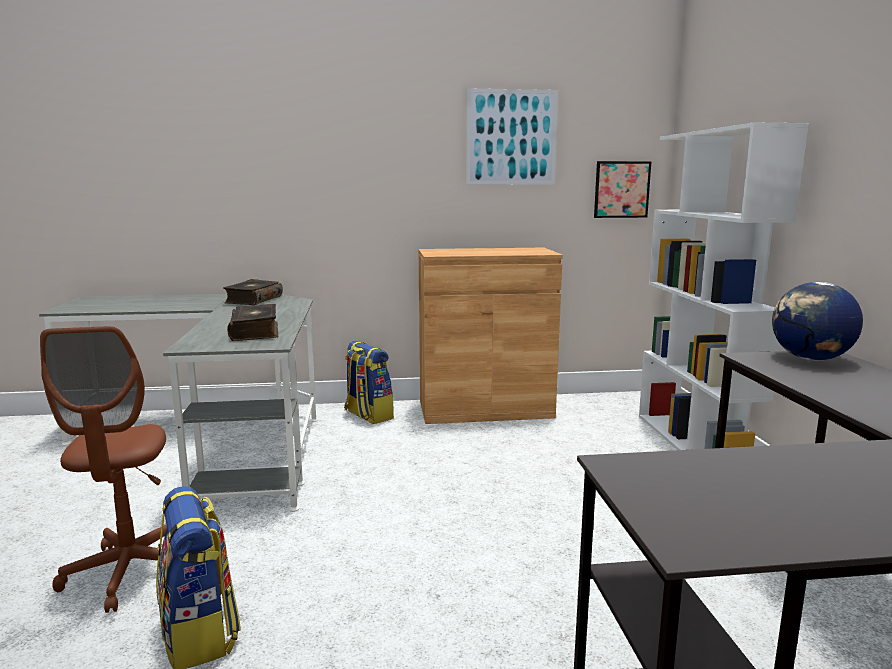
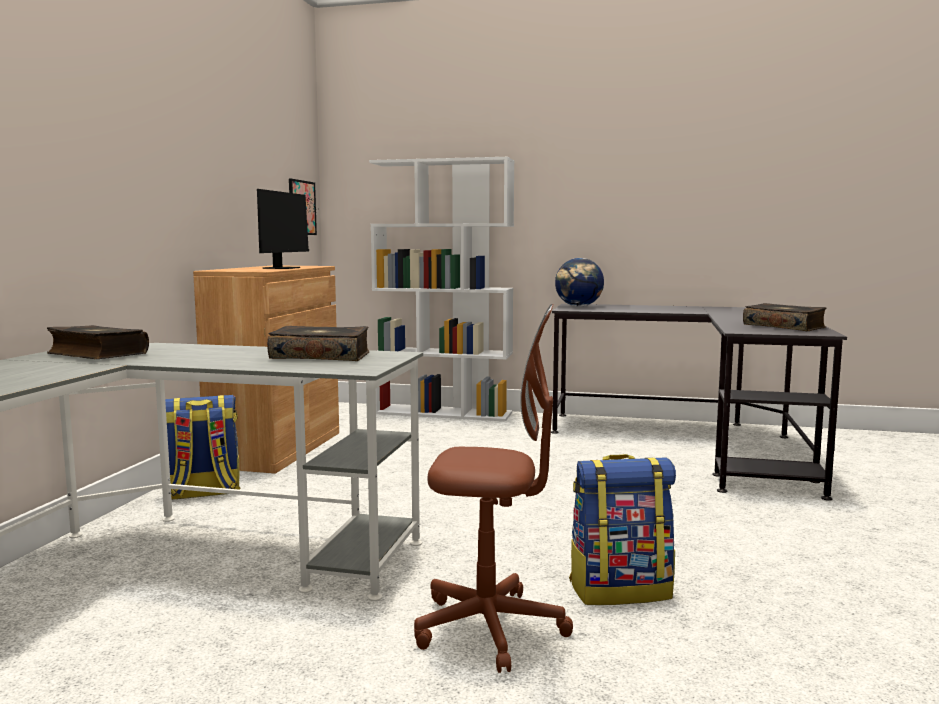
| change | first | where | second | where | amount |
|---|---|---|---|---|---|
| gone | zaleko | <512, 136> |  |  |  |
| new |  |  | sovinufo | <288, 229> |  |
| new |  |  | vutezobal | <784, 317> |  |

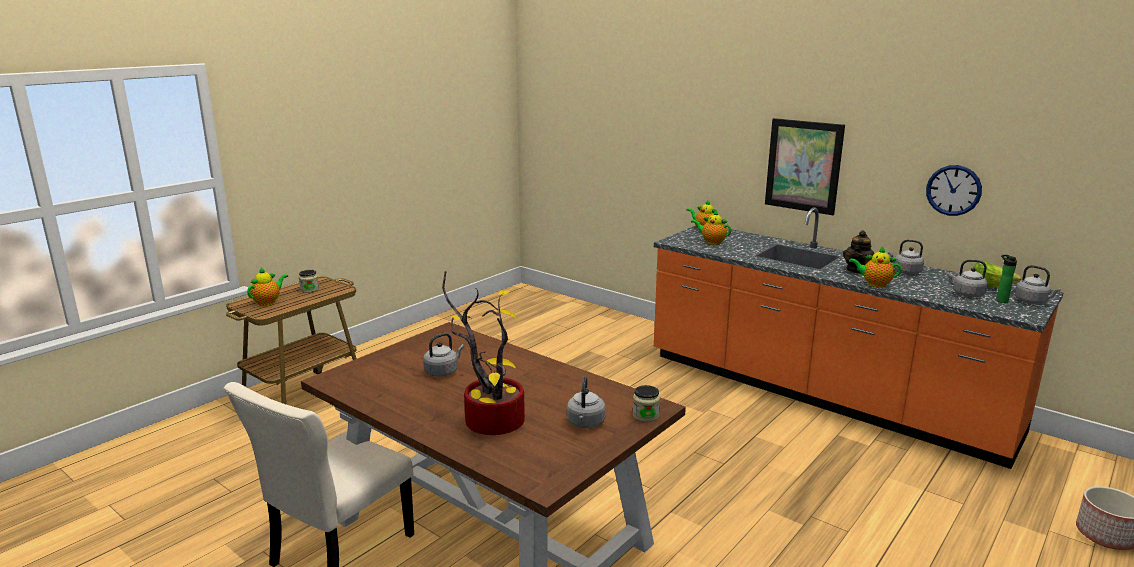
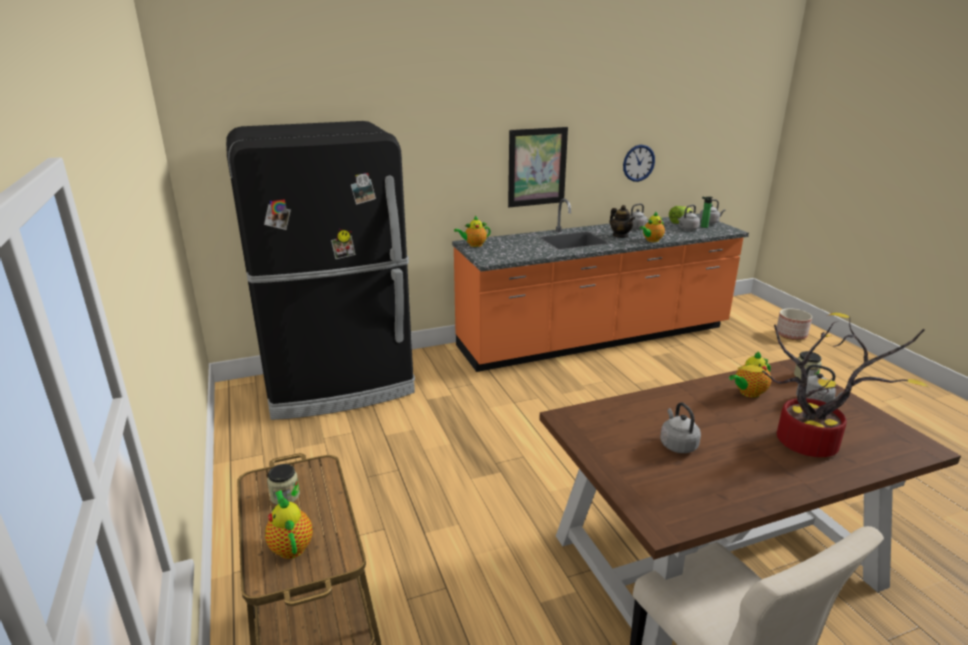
| change | first | where | second | where | amount |
|---|---|---|---|---|---|
| shifted | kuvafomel | <711, 227> |  | <750, 375> |  |
| new |  |  | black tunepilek | <320, 270> |  |

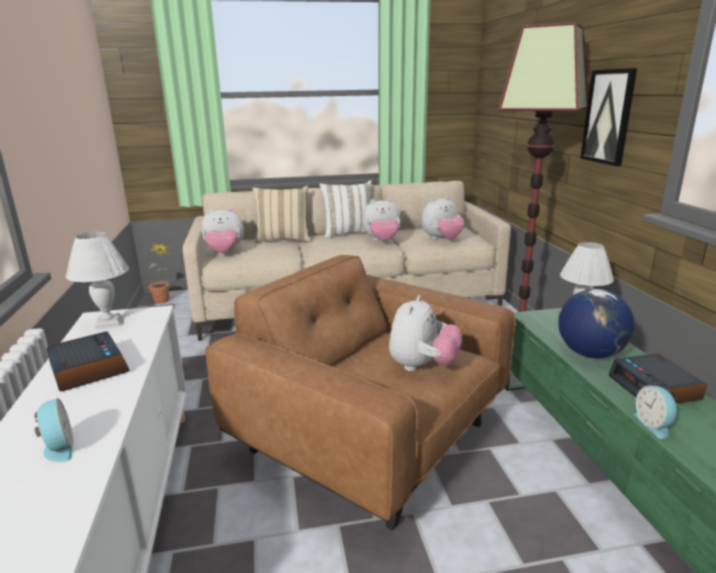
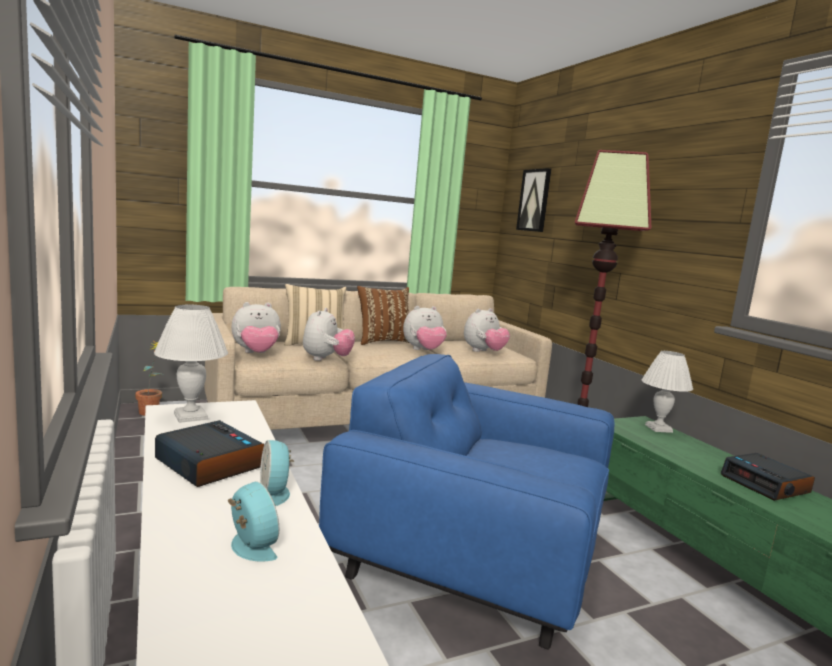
| change | first | where | second | where | amount |
|---|---|---|---|---|---|
| shifted | zaleko | <608, 117> |  | <533, 200> |  |
| repainted | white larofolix | <345, 209> | brown larofolix | <383, 315> |  |
| repainted | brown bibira | <360, 392> | blue bibira | <466, 501> |  |
| gone | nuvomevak | <596, 323> |  |  |  |
| shifted | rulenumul | <425, 333> |  | <329, 334> |  |
| shifted | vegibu | <656, 412> |  | <277, 473> |  |

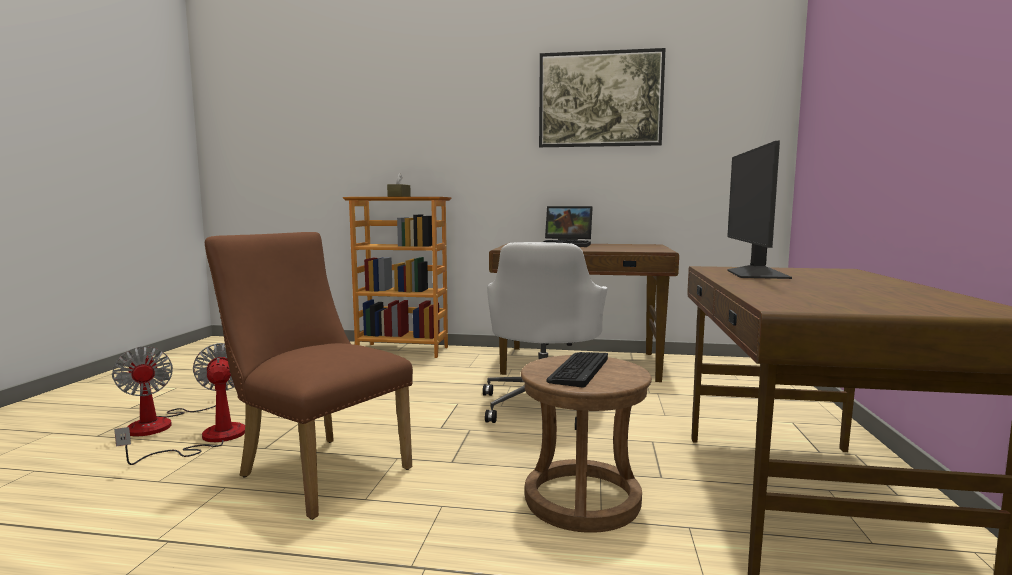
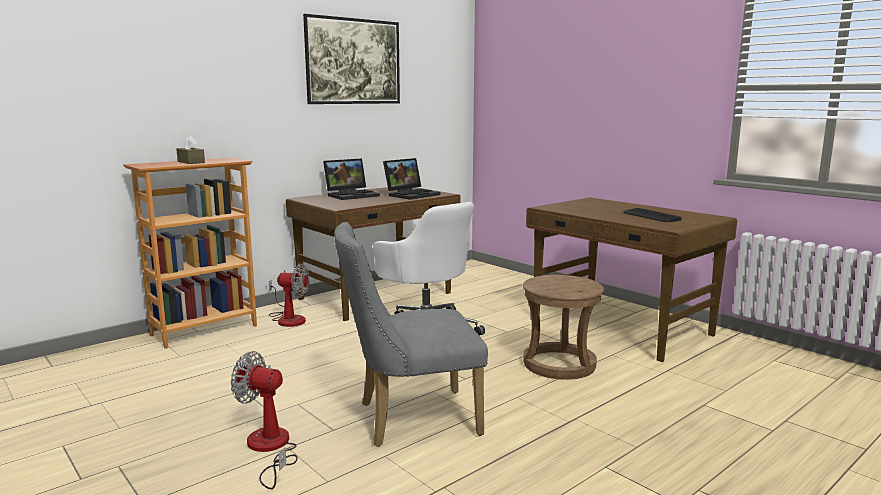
| change | first | where | second | where | amount |
|---|---|---|---|---|---|
| gone | sovinufo | <759, 210> |  |  |  |
| repainted | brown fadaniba | <309, 376> | grey fadaniba | <411, 334> |  |
| shifted | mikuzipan | <164, 391> |  | <289, 295> |  |
| shifted | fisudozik | <577, 370> |  | <652, 215> |  |
| new |  |  | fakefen | <412, 179> |  |

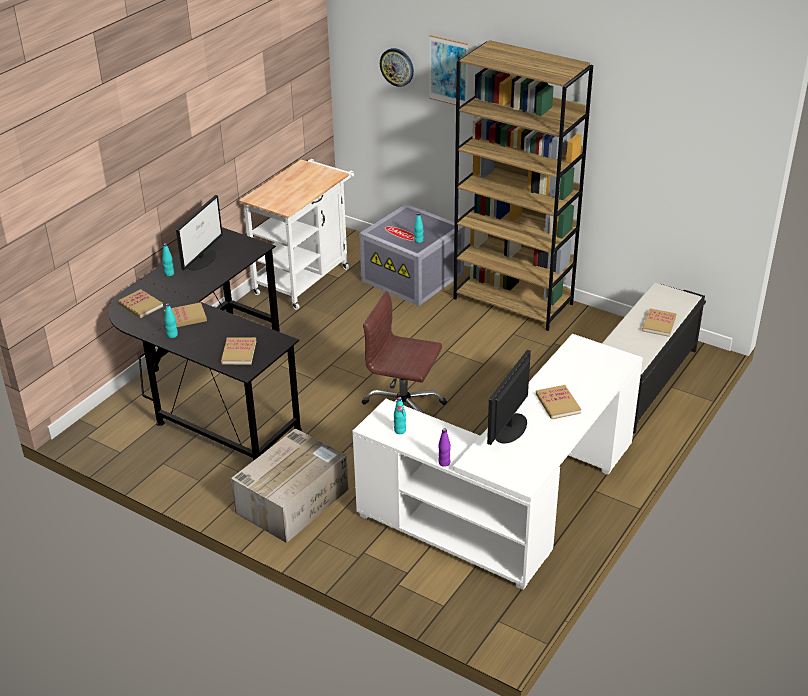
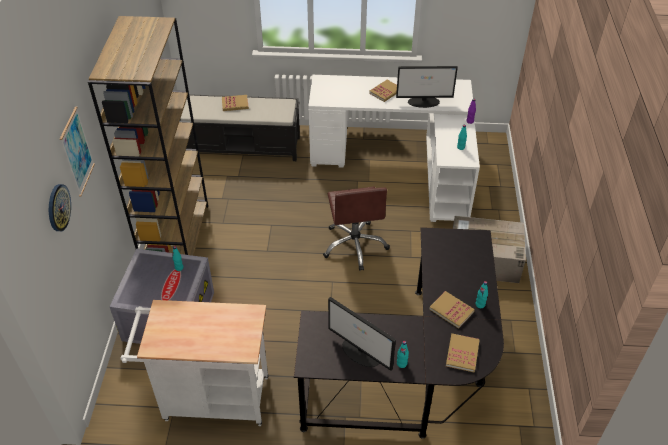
| change | first | where | second | where | amount |
|---|---|---|---|---|---|
| rotated | sovinufo | <199, 232> |  | <362, 334> | 135 degrees counterclockwise |
| gone | vutezobal | <239, 351> |  |  |  |

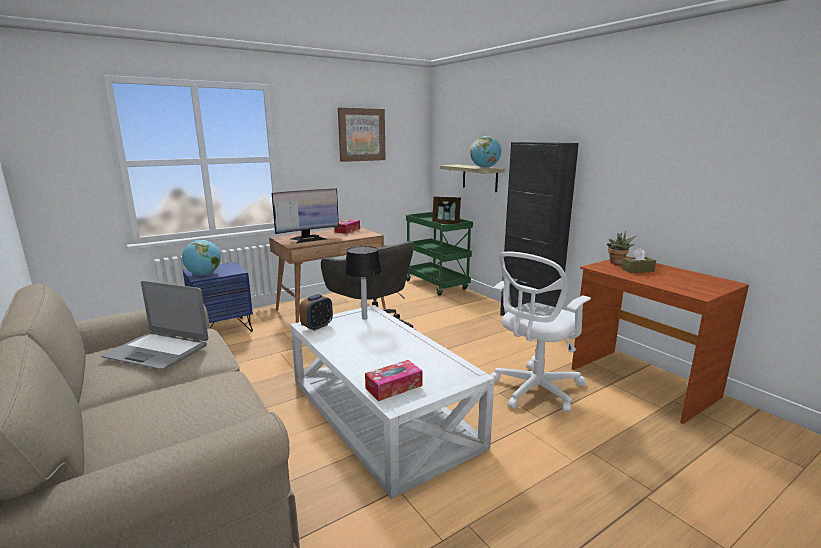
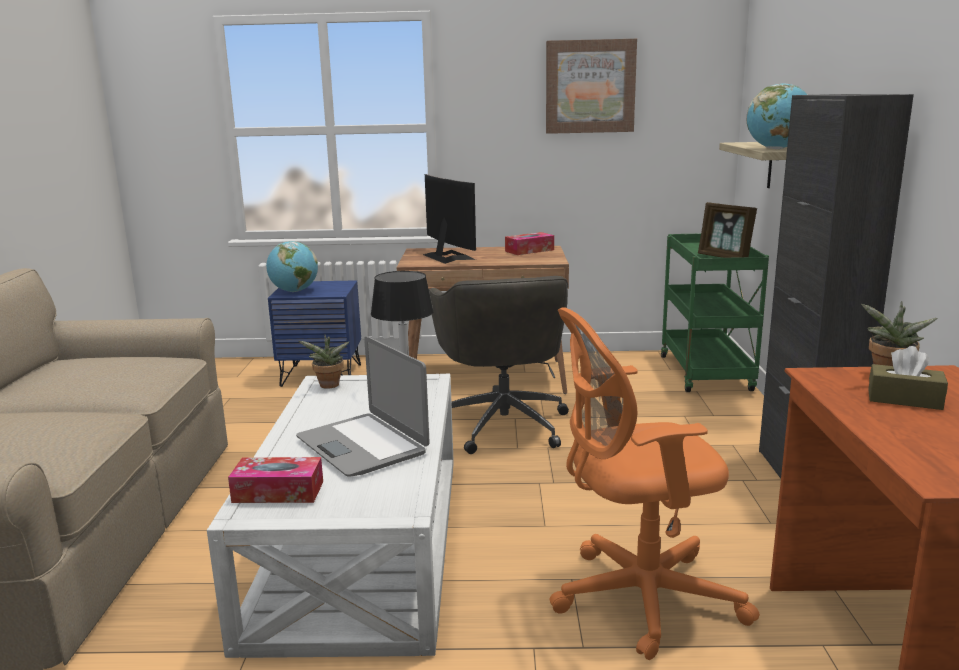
| change | first | where | second | where | amount |
|---|---|---|---|---|---|
| rotated | sovinufo | <305, 215> |  | <449, 219> | 120 degrees counterclockwise |
| repainted | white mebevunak | <540, 332> | orange mebevunak | <654, 483> |  |
| shifted | fakefen | <154, 325> |  | <362, 406> |  |
| swapped | vegibu | <316, 312> | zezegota | <324, 361> |  |

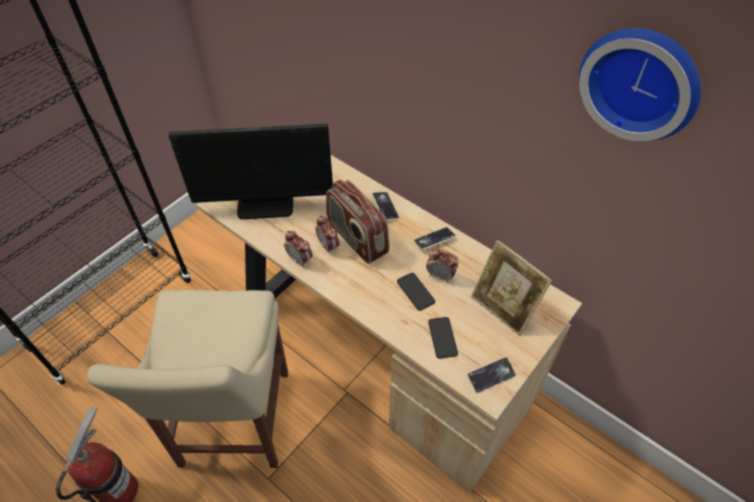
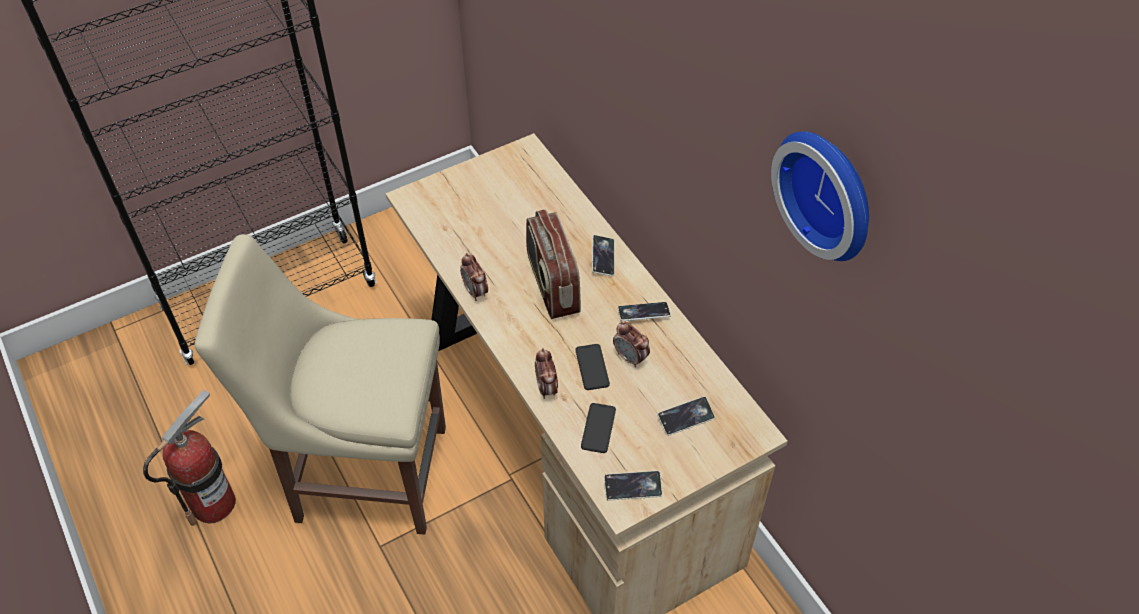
| change | first | where | second | where | amount |
|---|---|---|---|---|---|
| gone | sovinufo | <251, 171> |  |  |  |
| shifted | vegibu | <327, 234> |  | <546, 373> |  |
| swapped | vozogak | <511, 288> | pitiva | <686, 416> |  |
| rotated | beige fadaniba | <187, 379> |  | <320, 384> | 75 degrees clockwise |

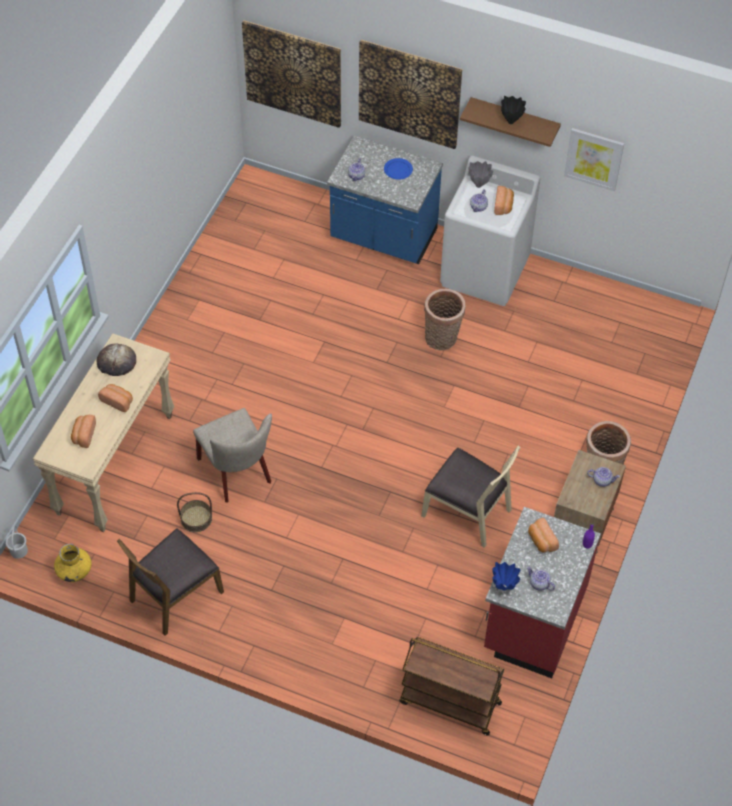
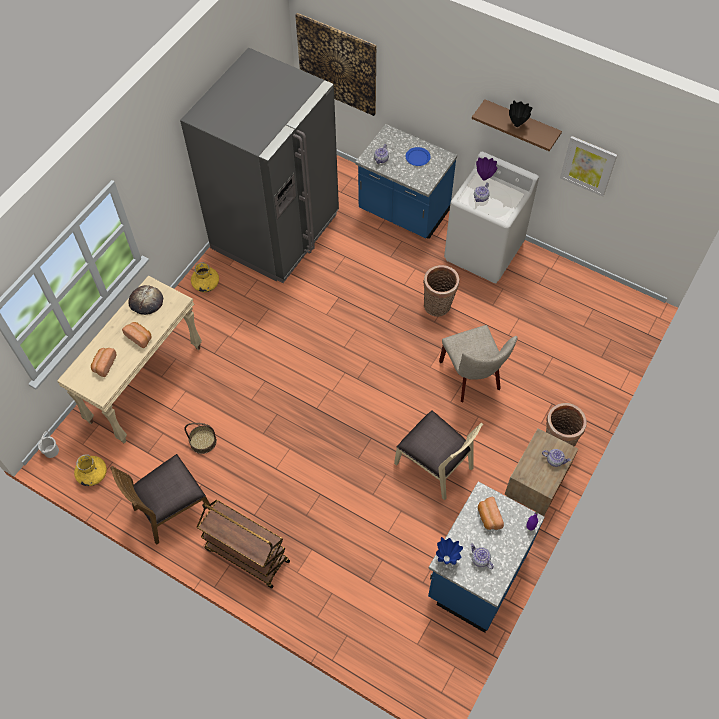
| change | first | where | second | where | amount |
|---|---|---|---|---|---|
| gone | zaleko | <410, 94> |  |  |  |
| repainted | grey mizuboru | <480, 174> | purple mizuboru | <486, 169> |  |
| gone | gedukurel | <504, 200> |  |  |  |
| shifted | beige fadaniba | <232, 455> |  | <478, 363> |  |
| repainted | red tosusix | <542, 592> | blue tosusix | <486, 557> |  |
| shifted | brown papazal | <451, 686> |  | <243, 544> |  |
| new |  |  | grey tunepilek | <259, 165> |  |
| new |  |  | yellow mizuboru | <205, 277> |  |

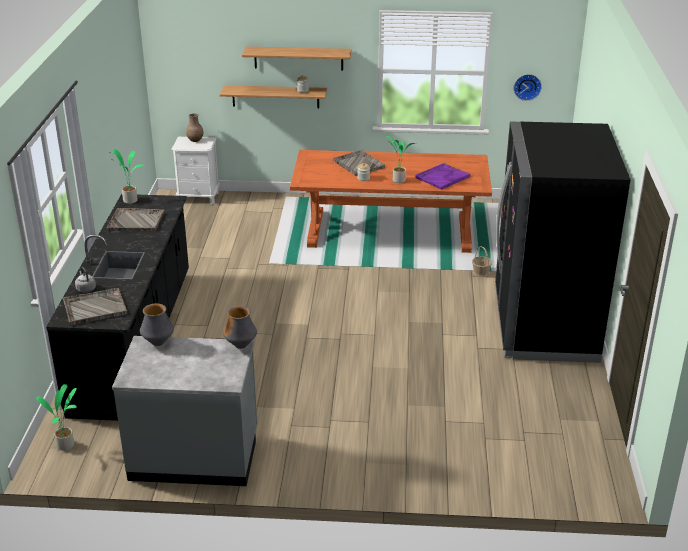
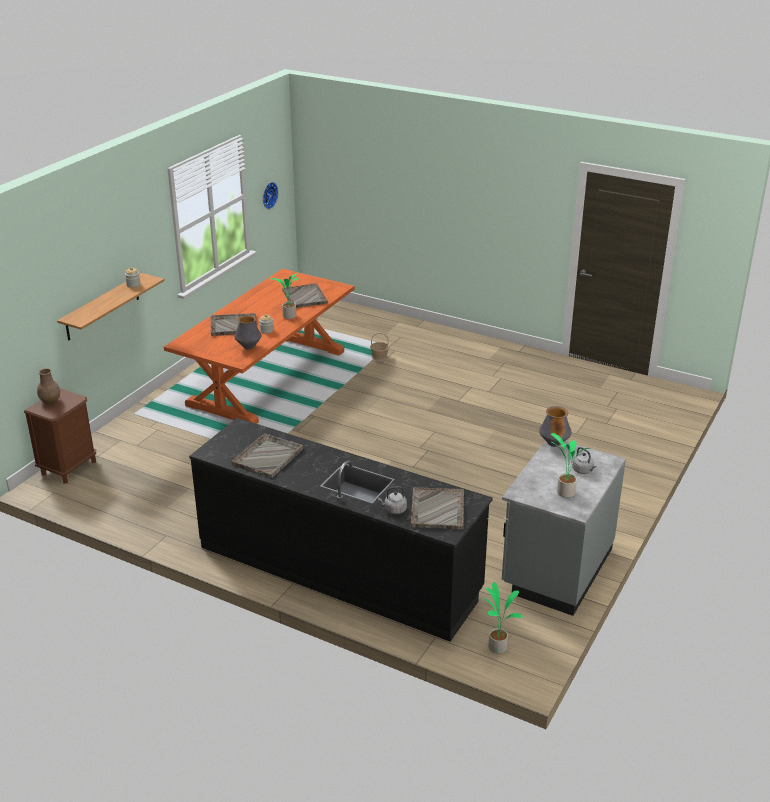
| change | first | where | second | where | amount |
|---|---|---|---|---|---|
| gone | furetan | <297, 58> |  |  |  |
| gone | black tunepilek | <563, 242> |  |  |  |
| repainted | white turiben | <196, 170> | brown turiben | <60, 436> |  |
| shifted | zezegota | <126, 176> |  | <572, 465> |  |
| repainted | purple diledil | <443, 176> | grey diledil | <305, 295> |  |
| shifted | mizuboru | <157, 324> |  | <247, 332> |  |
| new |  |  | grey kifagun | <584, 460> |  |

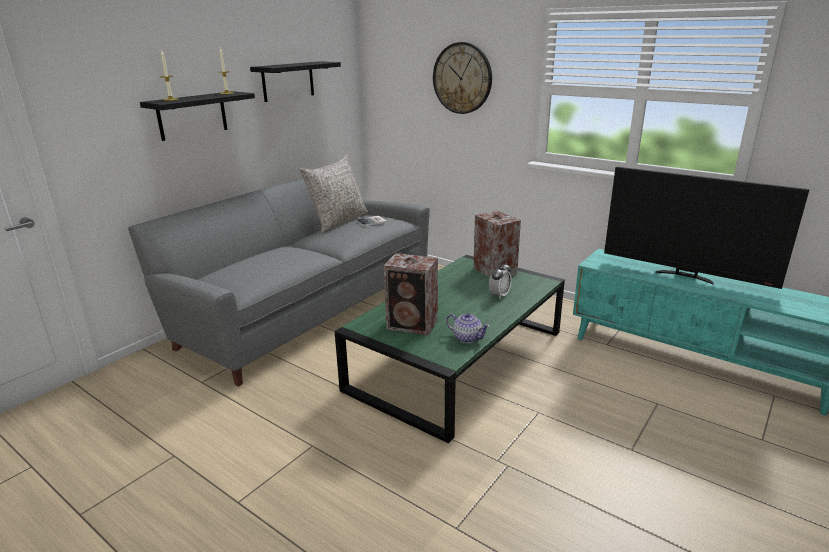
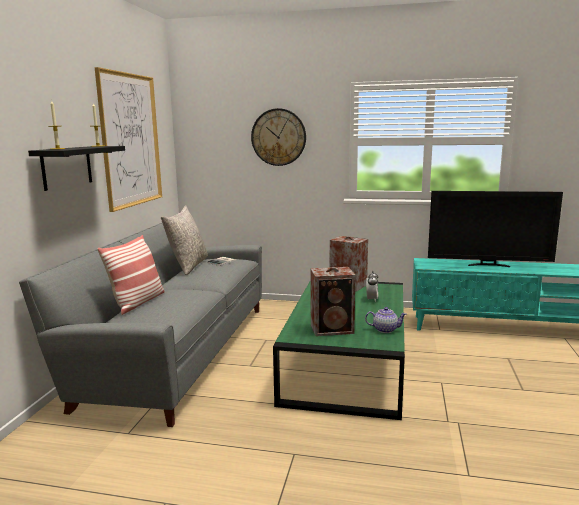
| change | first | where | second | where | amount |
|---|---|---|---|---|---|
| swapped | black furetan | <295, 81> | zaleko | <128, 139> |  |
| new |  |  | larofolix | <131, 275> |  |

